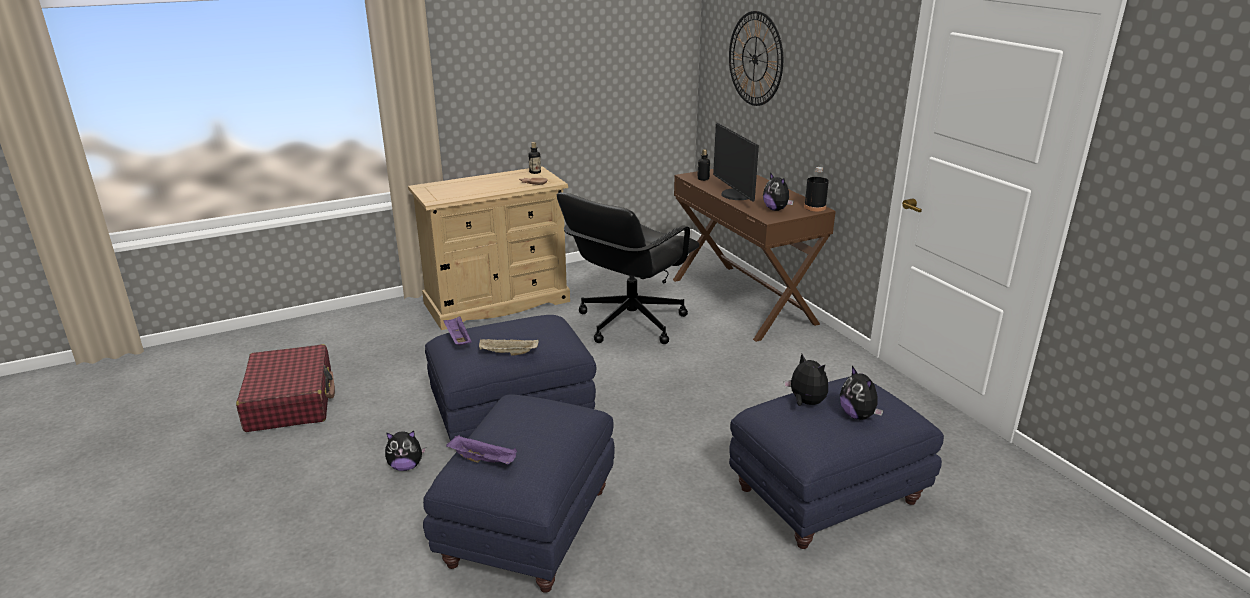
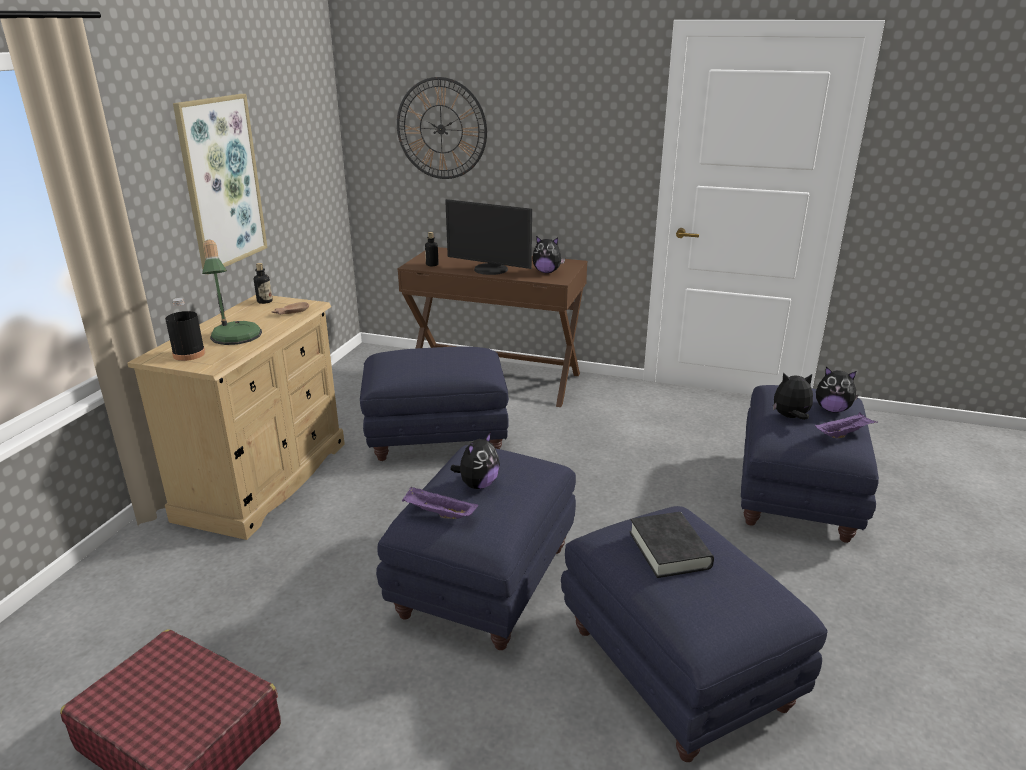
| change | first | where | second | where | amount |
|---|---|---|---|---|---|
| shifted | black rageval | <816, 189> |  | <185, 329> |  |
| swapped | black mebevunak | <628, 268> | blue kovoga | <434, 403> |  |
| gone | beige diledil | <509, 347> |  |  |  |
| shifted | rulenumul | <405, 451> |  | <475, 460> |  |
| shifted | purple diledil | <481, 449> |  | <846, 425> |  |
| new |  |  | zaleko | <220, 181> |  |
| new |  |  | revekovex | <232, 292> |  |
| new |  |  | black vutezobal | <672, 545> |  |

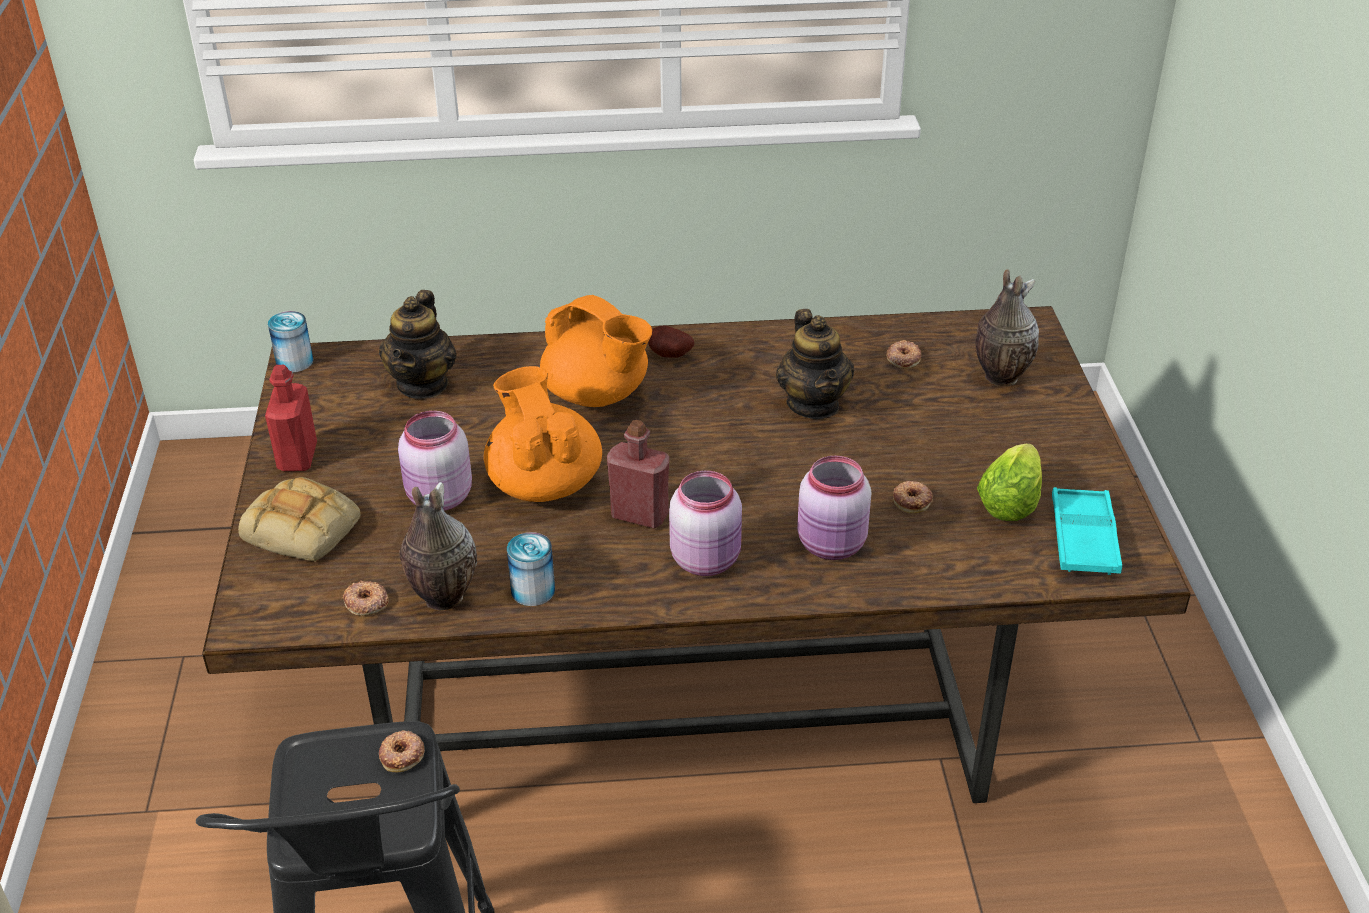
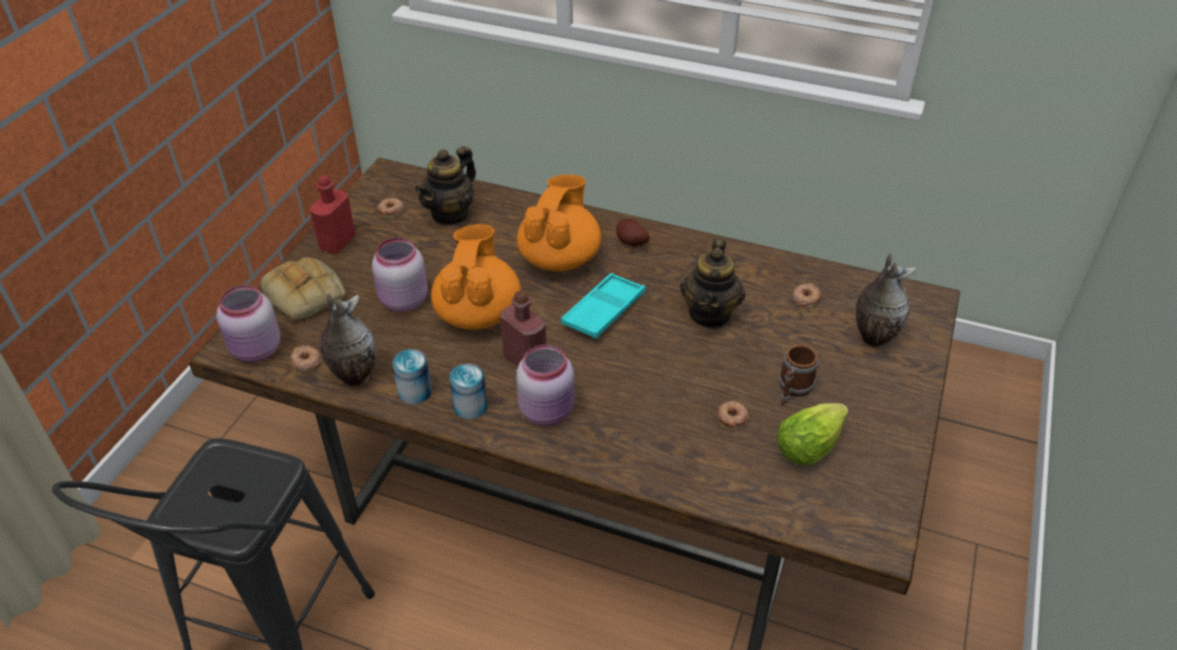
| change | first | where | second | where | amount |
|---|---|---|---|---|---|
| rotated | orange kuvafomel | <596, 351> |  | <559, 222> | 135 degrees counterclockwise |
| shifted | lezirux | <290, 341> |  | <468, 392> |  |
| shifted | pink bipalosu | <834, 508> |  | <248, 324> |  |
| shifted | turquoise diledil | <1087, 531> |  | <603, 305> |  |
| shifted | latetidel | <402, 751> |  | <390, 208> |  |
| new |  |  | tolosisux | <798, 375> |  |

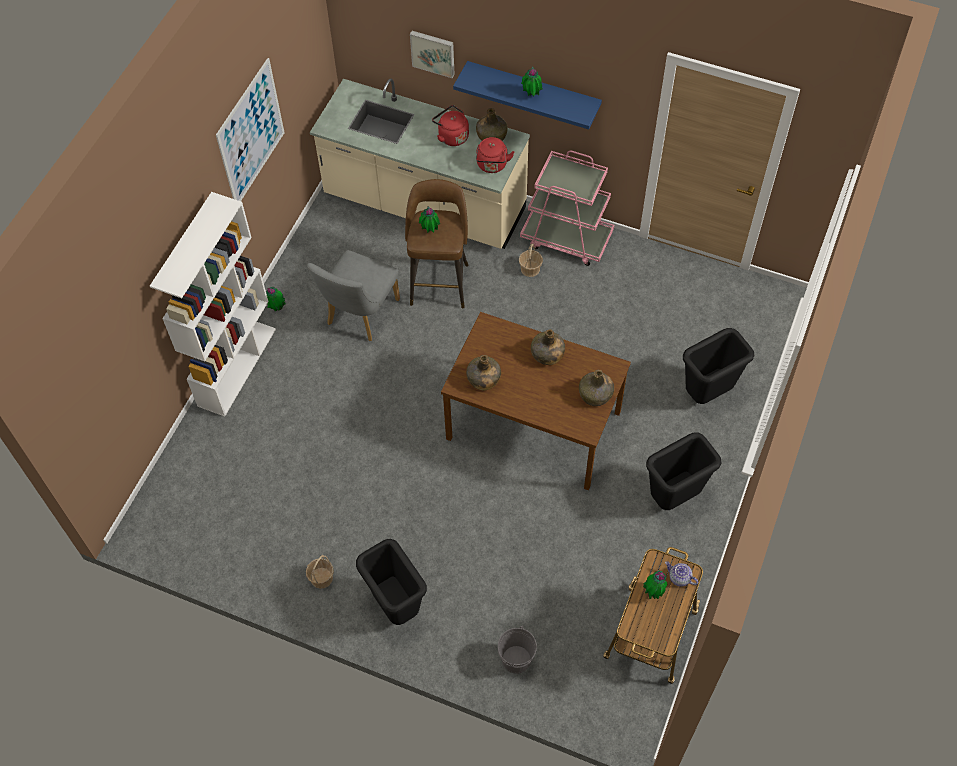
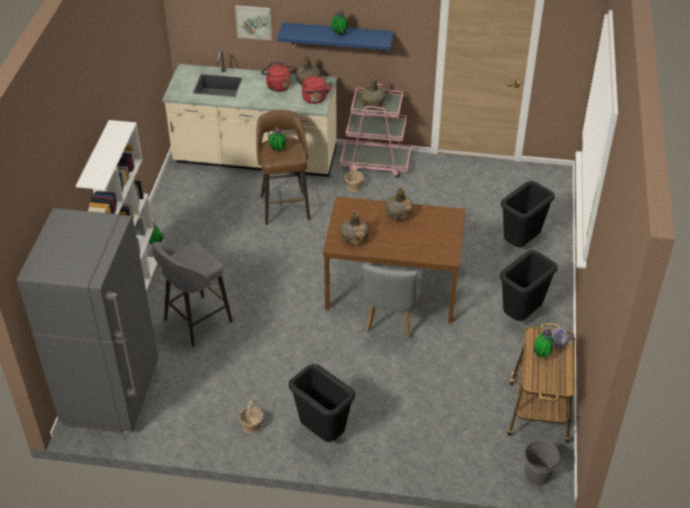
| change | first | where | second | where | amount |
|---|---|---|---|---|---|
| gone | zaleko | <250, 129> |  |  |  |
| shifted | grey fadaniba | <353, 295> |  | <393, 300> |  |
| shifted | green rageval | <596, 388> |  | <372, 93> |  |
| shifted | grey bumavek | <517, 650> |  | <542, 462> |  |
| new |  |  | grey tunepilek | <87, 320> |  |
| new |  |  | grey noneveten | <192, 294> |  |

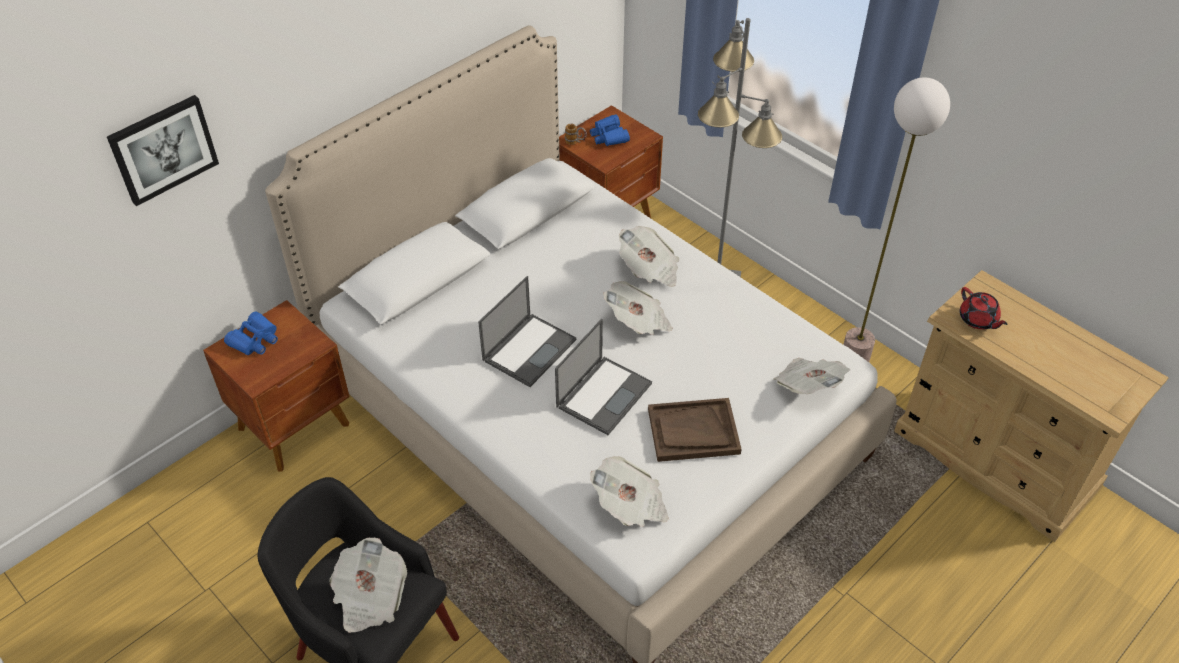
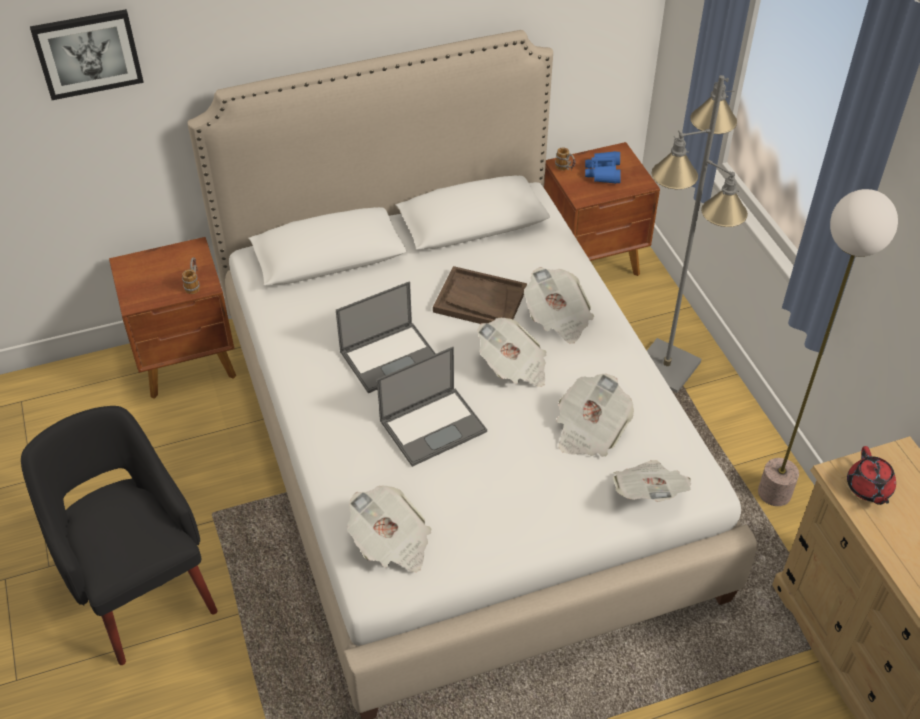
| change | first | where | second | where | amount |
|---|---|---|---|---|---|
| gone | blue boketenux | <251, 333> |  |  |  |
| shifted | brown diledil | <695, 430> |  | <480, 295> |  |
| shifted | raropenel | <368, 585> |  | <595, 415> |  |
| new |  |  | tolosisux | <191, 275> |  |

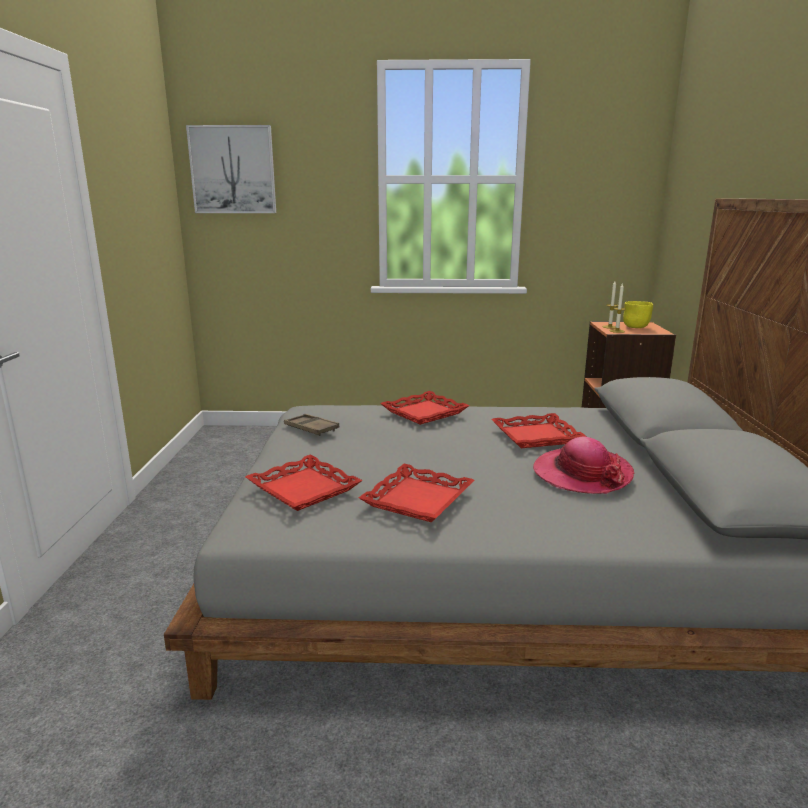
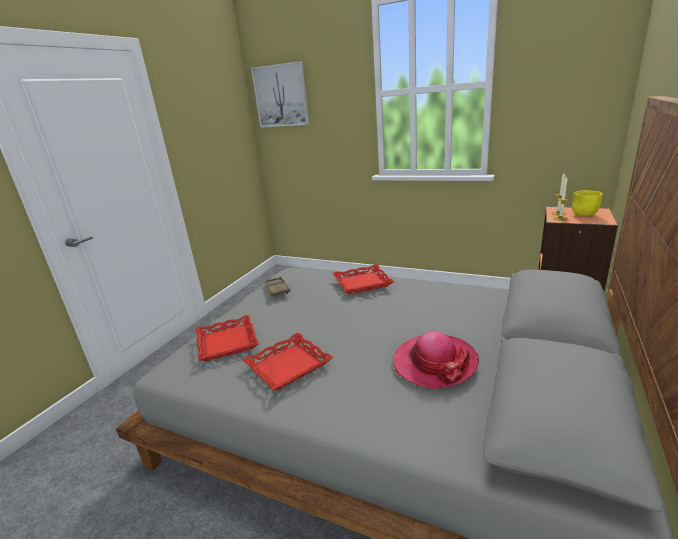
| change | first | where | second | where | amount |
|---|---|---|---|---|---|
| gone | red diledil | <539, 430> |  |  |  |

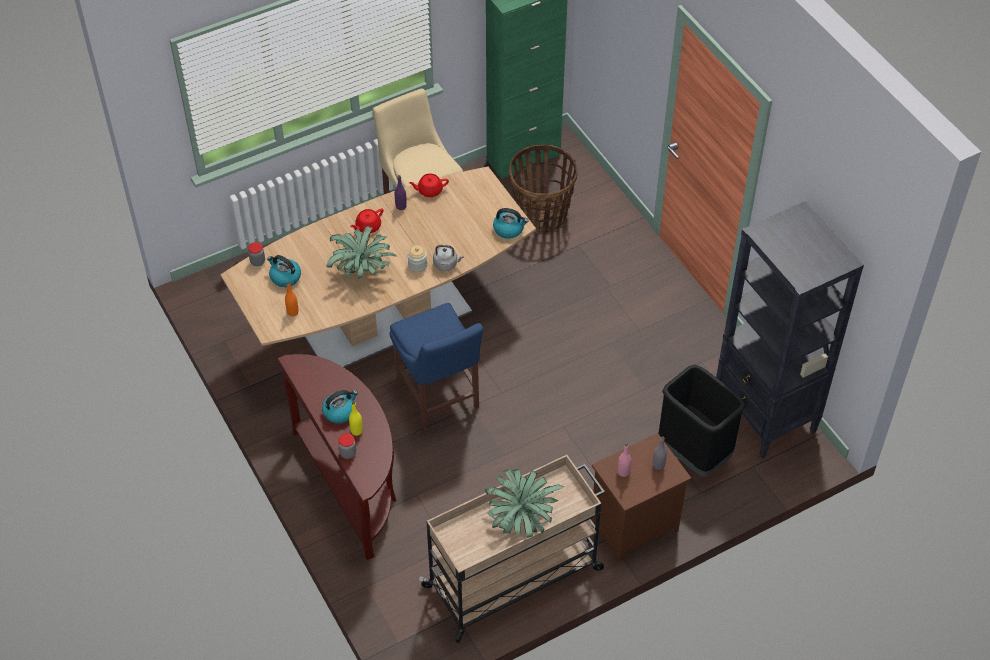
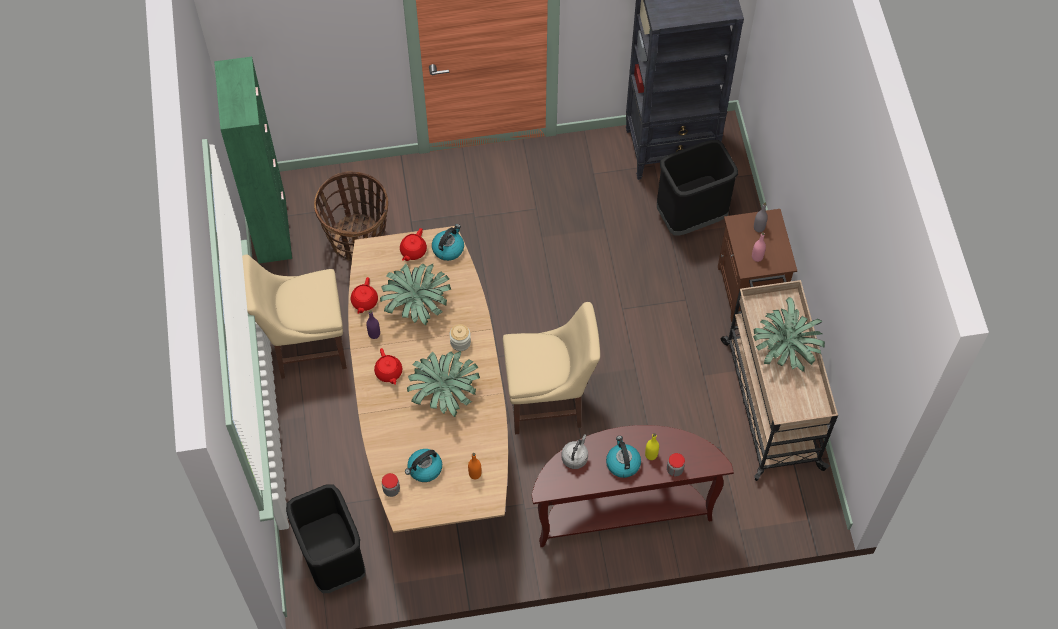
| change | first | where | second | where | amount |
|---|---|---|---|---|---|
| shifted | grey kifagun | <448, 258> |  | <574, 451> |  |
| repainted | blue fadaniba | <436, 366> | beige fadaniba | <551, 368> |  |
| new |  |  | red kuvafomel | <413, 244> |  |
| new |  |  | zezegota | <415, 295> |  |
| new |  |  | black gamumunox | <325, 538> |  |

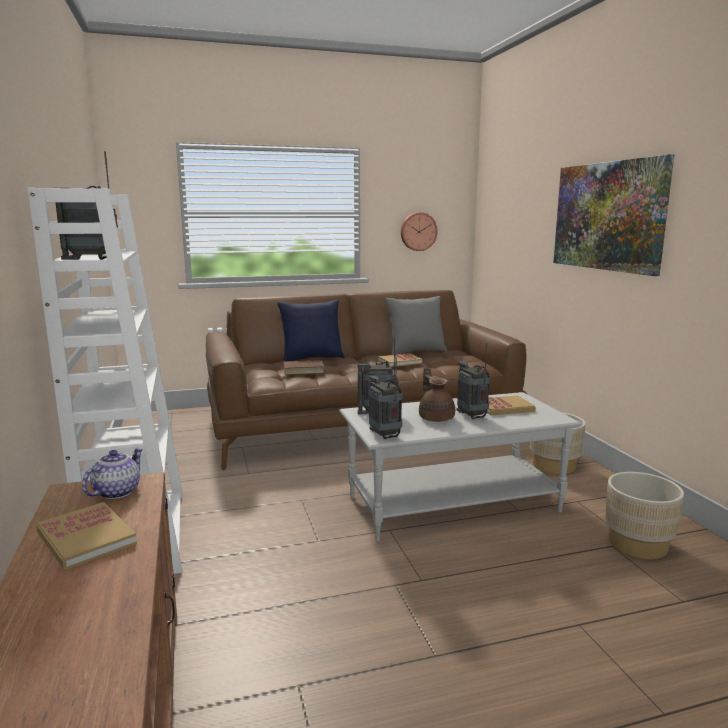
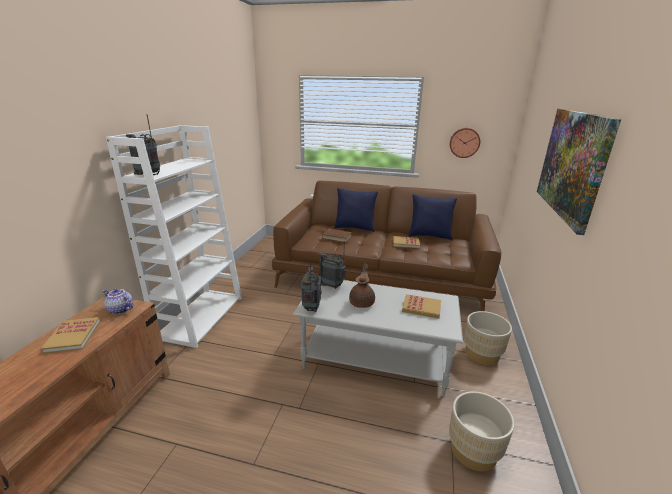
| change | first | where | second | where | amount |
|---|---|---|---|---|---|
| repainted | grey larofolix | <416, 325> | blue larofolix | <433, 217> |  |
| gone | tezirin | <474, 381> |  |  |  |
| rotated | kuvafomel | <112, 473> |  | <117, 301> | 120 degrees counterclockwise |

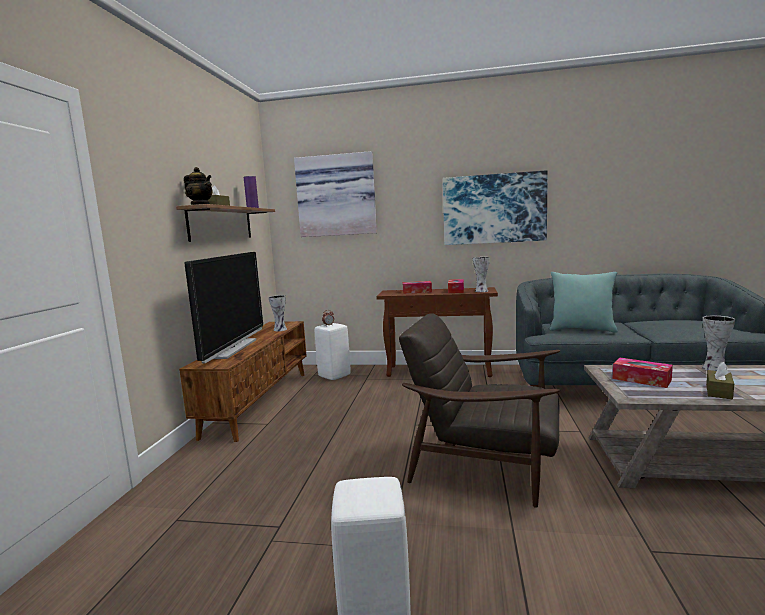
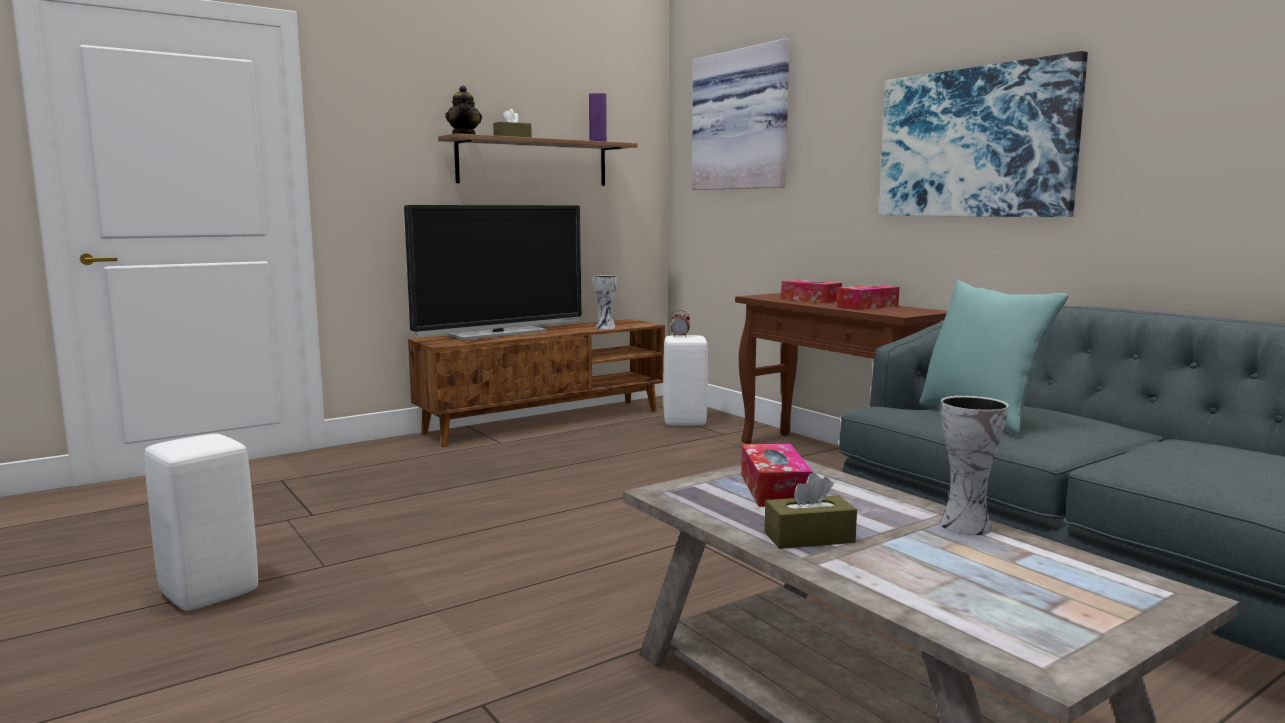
| change | first | where | second | where | amount |
|---|---|---|---|---|---|
| gone | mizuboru | <481, 274> |  |  |  |
| gone | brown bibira | <479, 410> |  |  |  |

